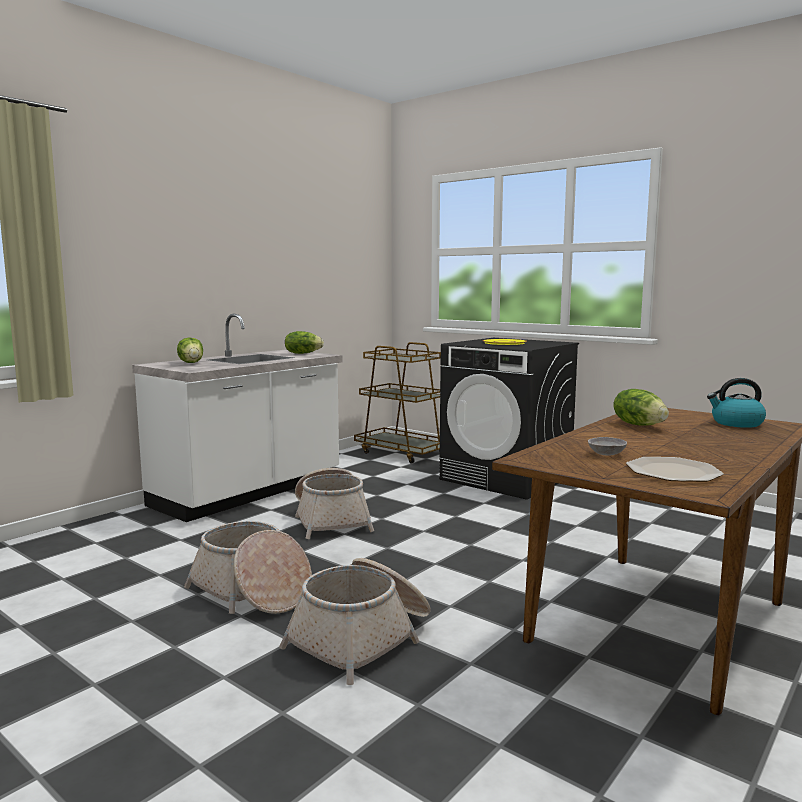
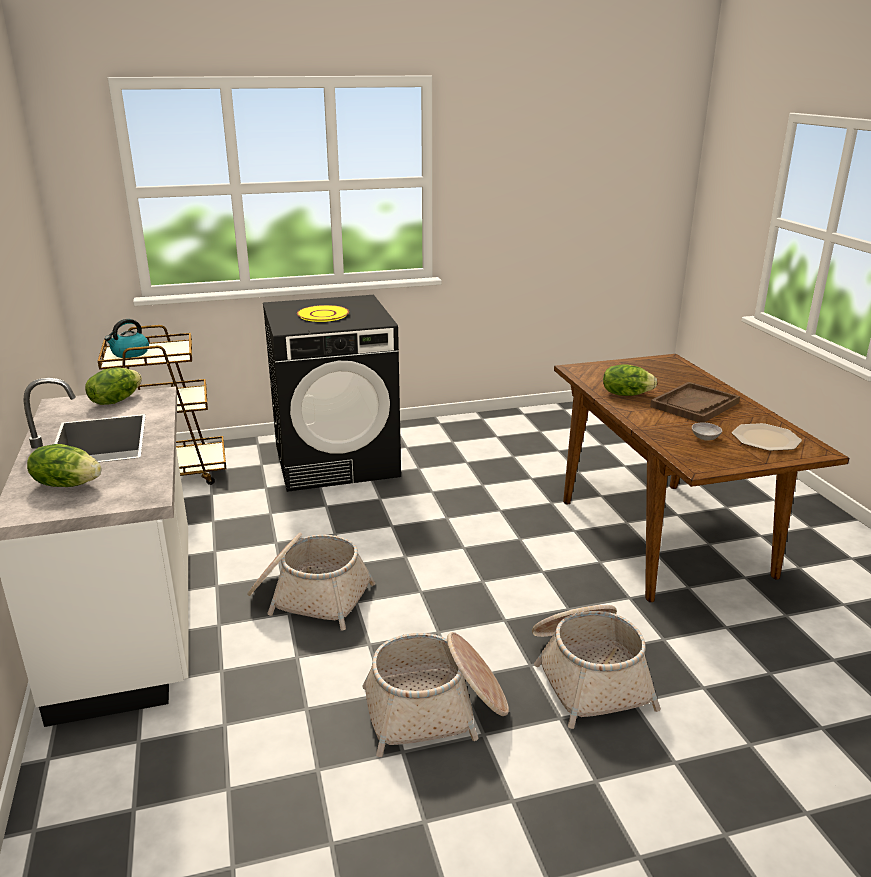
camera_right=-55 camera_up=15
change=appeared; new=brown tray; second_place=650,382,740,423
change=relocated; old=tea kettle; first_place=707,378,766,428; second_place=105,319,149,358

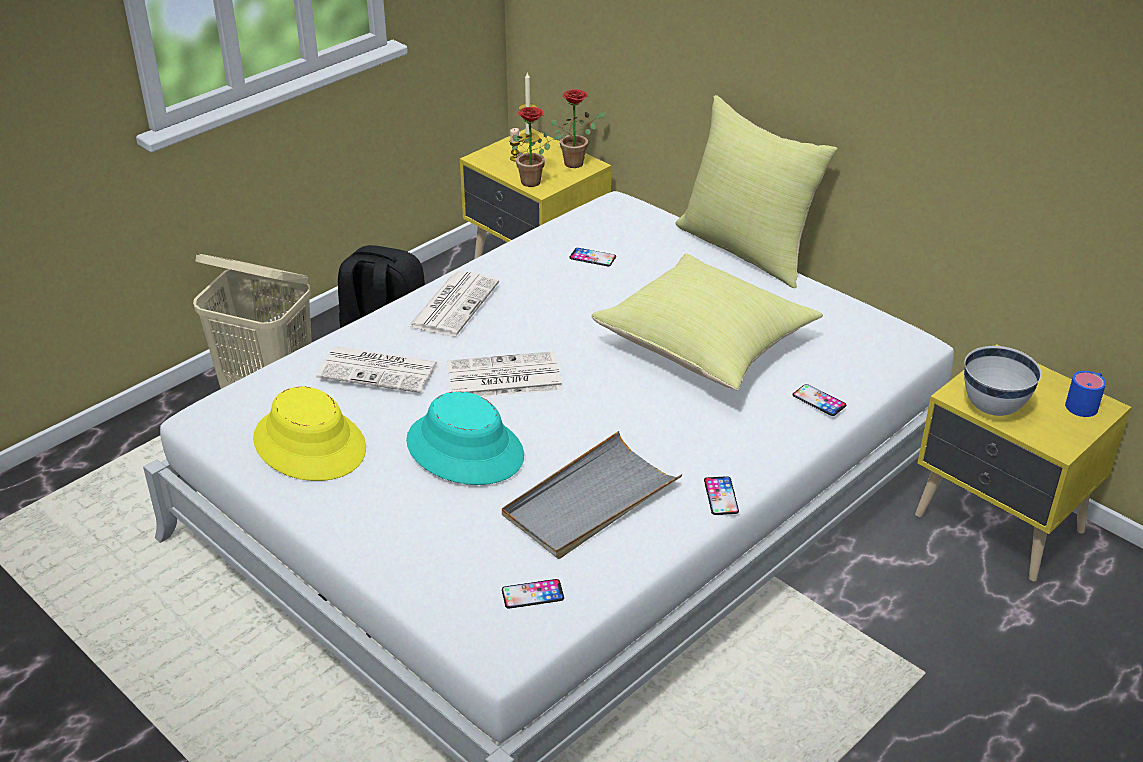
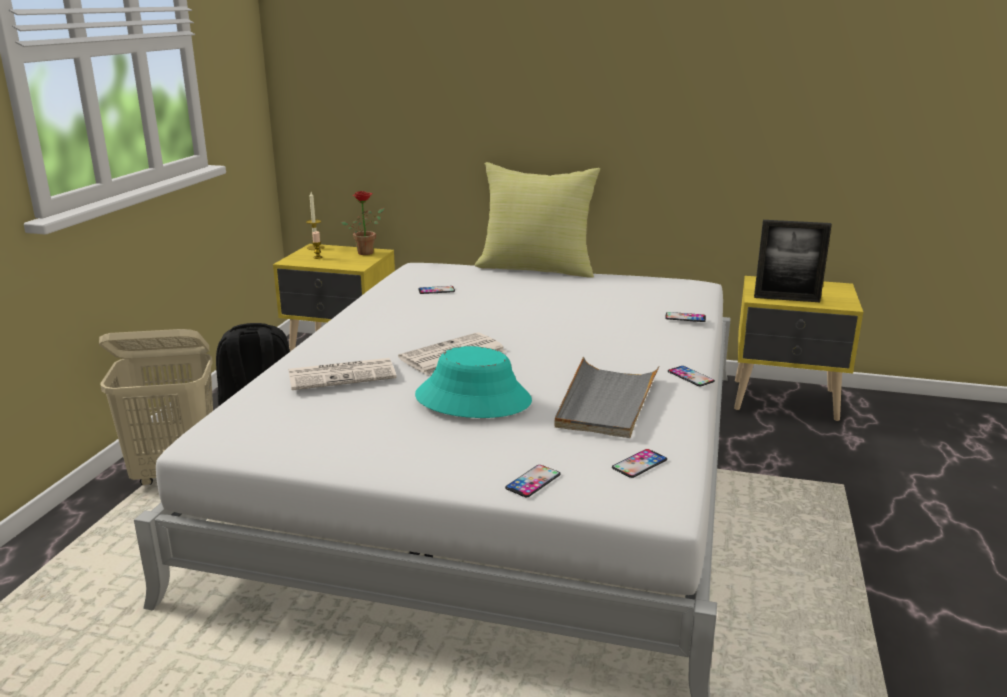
camera_right=-30 camera_up=-15
change=missing; old=yellow-coloured clothing hat; first_place=253,387,366,481
change=missing; old=printed paper; first_place=408,271,499,336
change=missing; old=houseplant; first_place=512,107,564,187
change=missing; old=yellow-coloured throw pillow; first_place=591,253,823,390
change=missing; old=blue-coloured mug; first_place=1065,371,1106,417
change=appeared; new=telephone; second_place=505,465,561,497
change=exchanged; old=white serving bowl; new=picture frame; first_place=964,346,1041,416; second_place=754,220,832,302

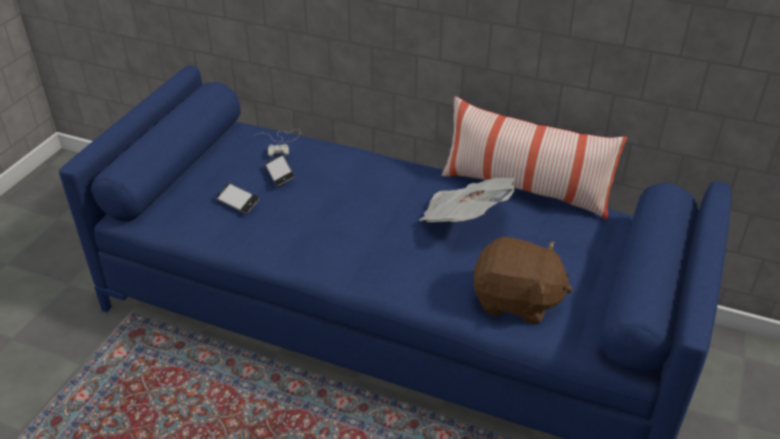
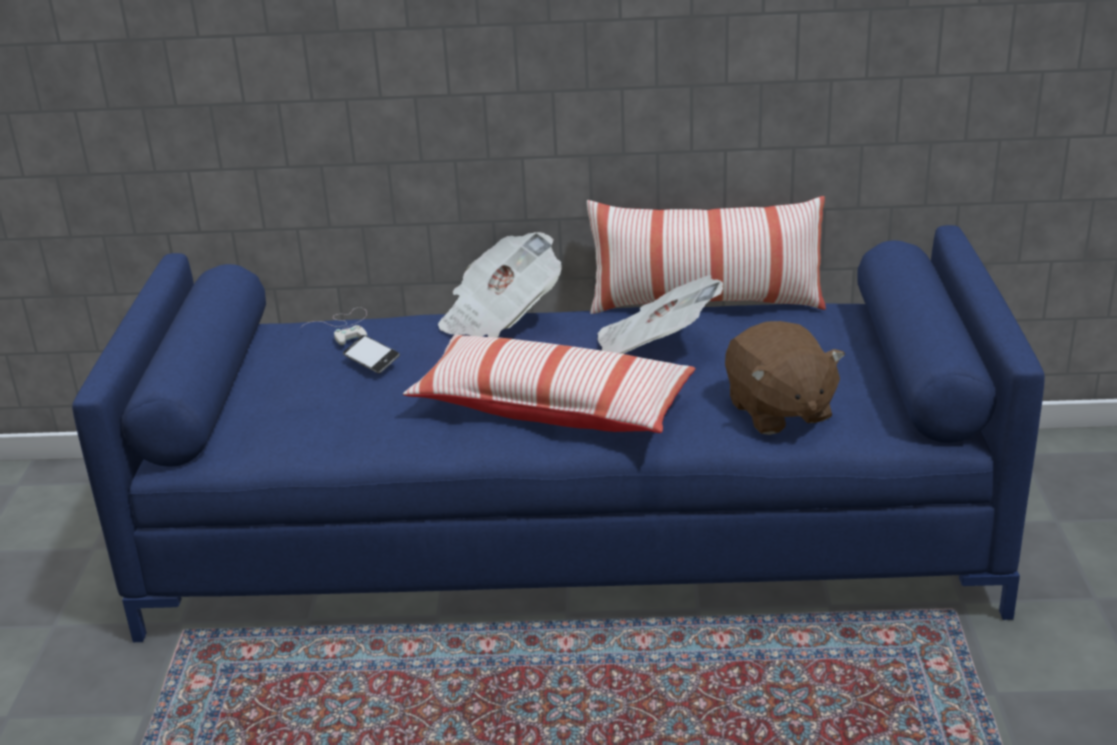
camera_right=-20 camera_up=-10
change=missing; old=telephone; first_place=216,183,260,214
change=appeared; new=throw pillow; second_place=403,334,695,433
change=appeared; new=printed paper; second_place=438,232,562,337
change=spun; old=brown soft toy; first_place=473,237,573,324; second_place=725,321,845,435; degrees=75

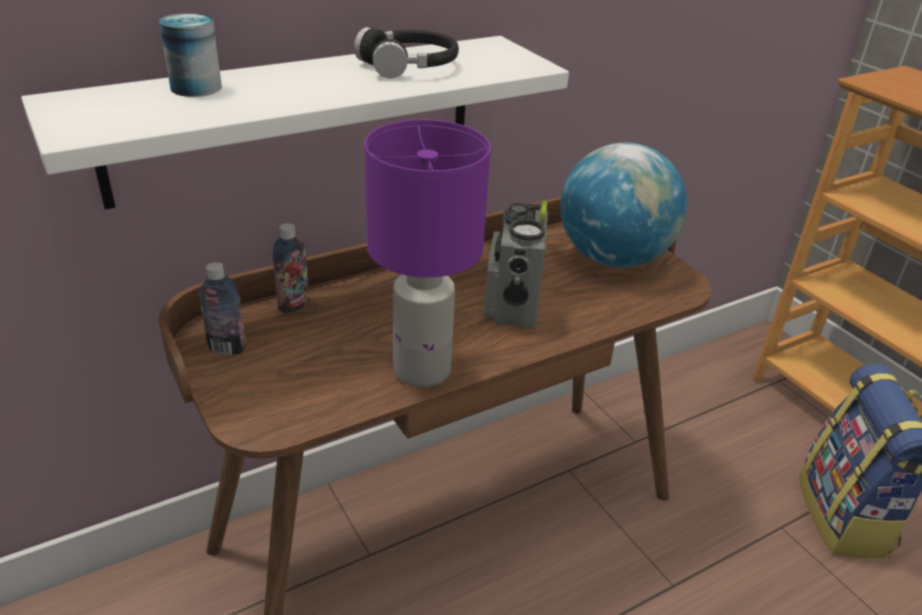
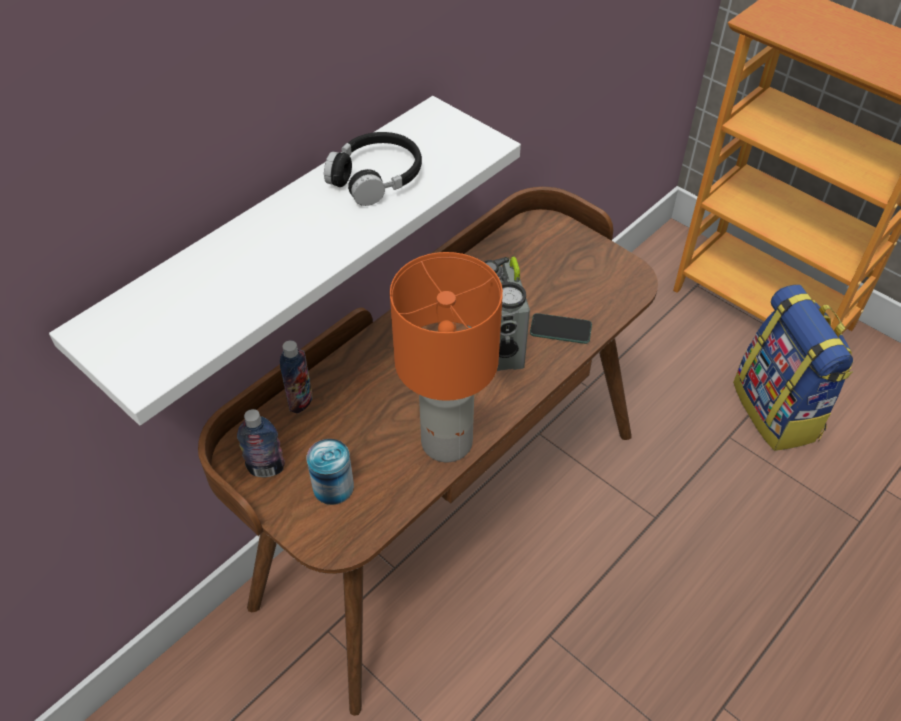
camera_right=-15 camera_up=15
change=missing; old=desk globe; first_place=560,143,687,268
change=appeared; new=telephone; second_place=530,313,592,344
change=relocated; old=can; first_place=159,13,222,97; second_place=307,439,354,505
change=colour; old=purplish lamp for a table; new=orange-coloured lamp for a table; first_place=364,120,491,387; second_place=390,252,503,462

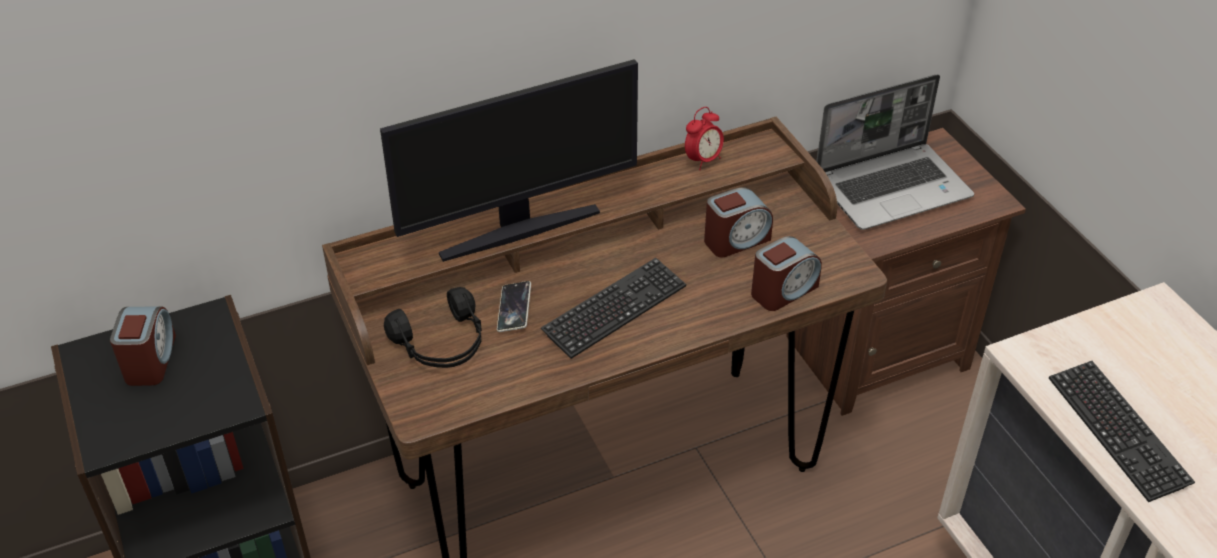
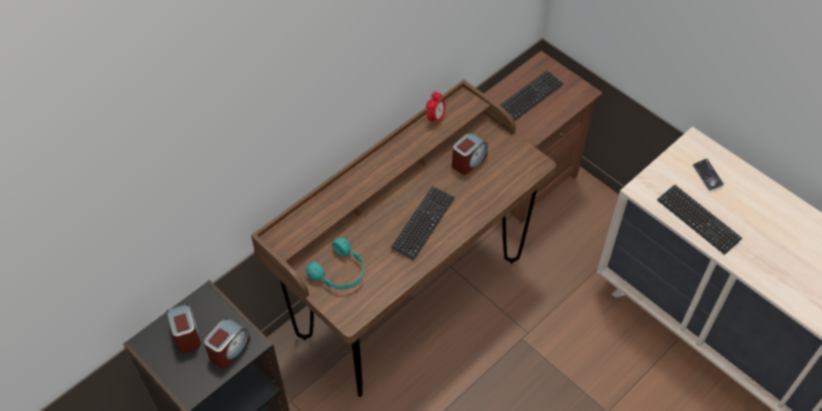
camera_right=-20 camera_up=10
change=missing; old=monitor; first_place=380,59,638,262
change=relocated; old=telephone; first_place=497,281,531,332; second_place=692,158,724,191
change=relocated; old=alarm clock; first_place=751,236,822,311; second_place=204,318,250,368
change=exchanged; old=portable computer; new=PC keyboard; first_place=816,74,974,230; second_place=500,70,563,121
change=colour; old=black pair of headphones; new=turquoise pair of headphones; first_place=384,287,482,368; second_place=306,237,364,289

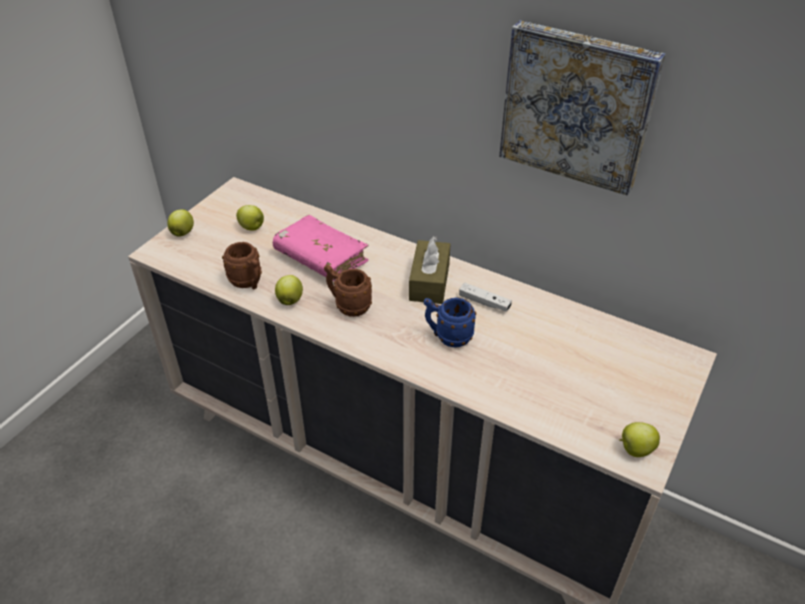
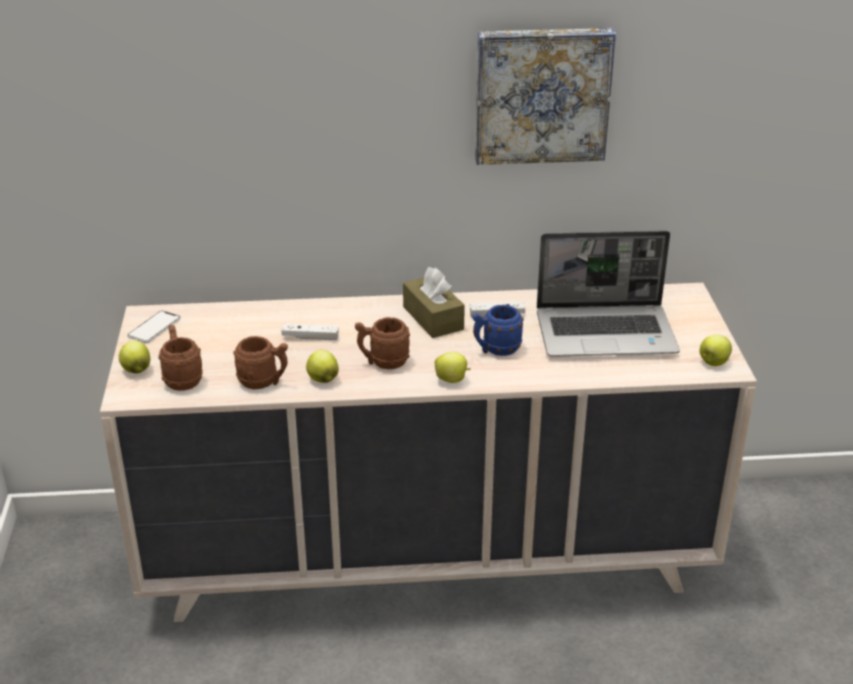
camera_right=-35 camera_up=-10
change=appeared; new=telephone; second_place=127,311,181,343
change=appeared; new=brown mug; second_place=158,325,202,391
change=appeared; new=portable computer; second_place=537,231,680,357
change=relocated; old=apple; first_place=236,205,264,231; second_place=435,352,471,383
change=exchanged; old=pinkish volume; new=white joypad; first_place=273,215,369,281; second_place=281,323,339,340

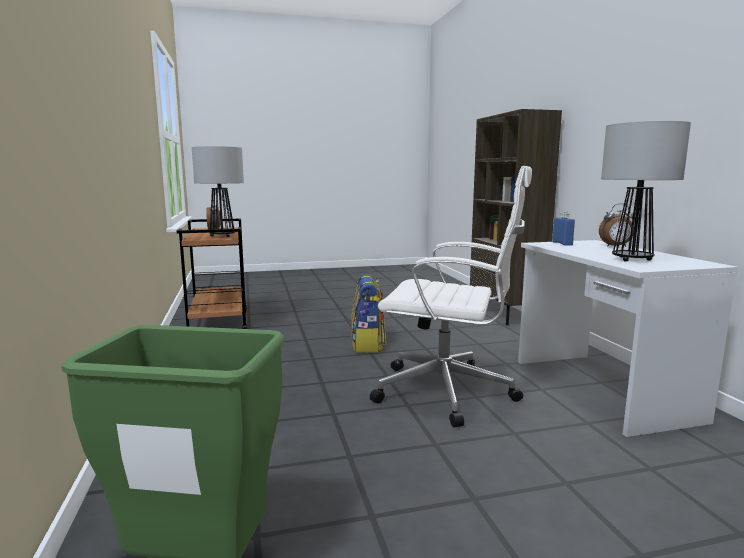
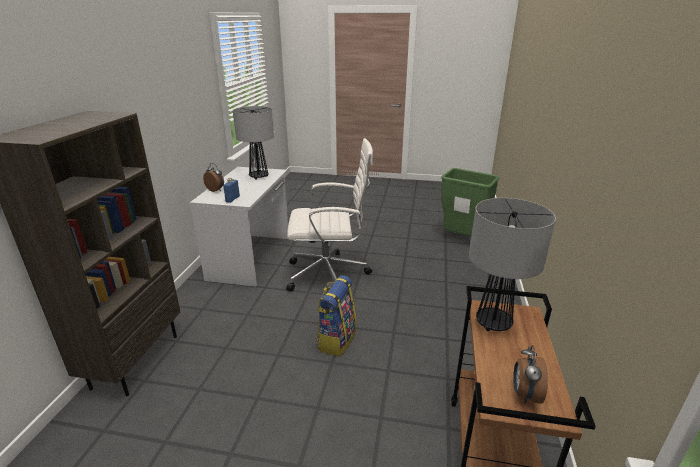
camera_right=-155 camera_up=15
change=spun; old=white office chair; first_place=370,166,532,428; second_place=286,138,373,292; degrees=135

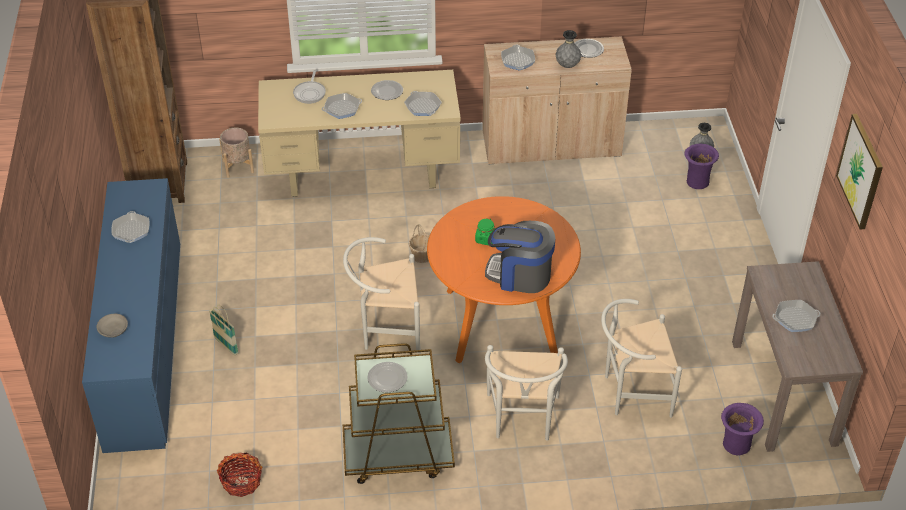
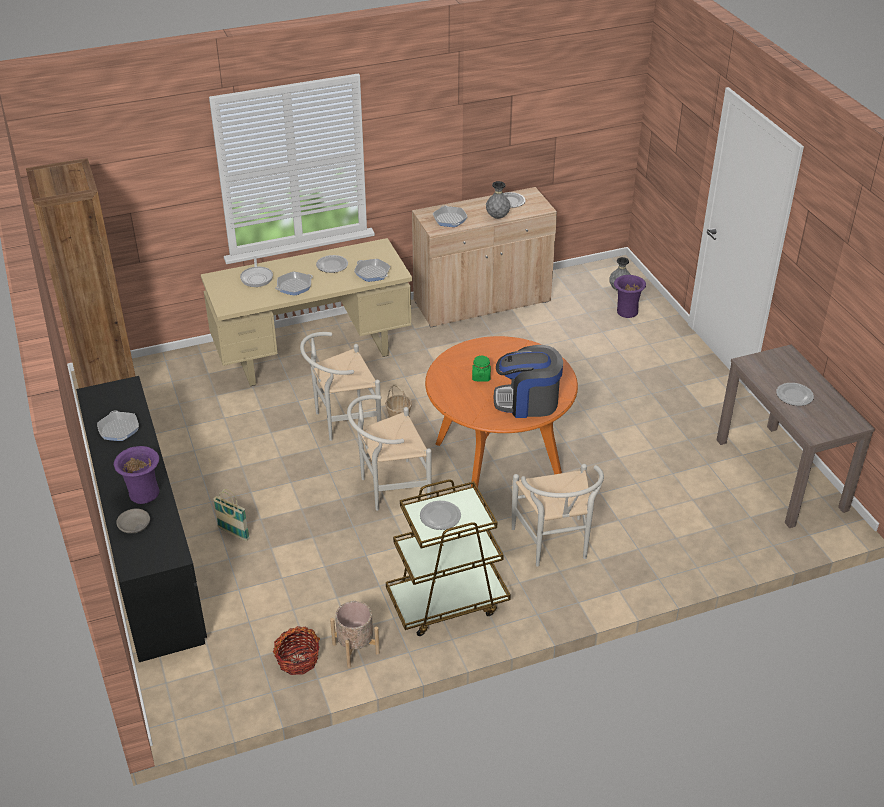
camera_right=-15 camera_up=-5
change=missing; old=picture; first_place=836,114,883,229
change=relocated; old=sand-coloured plant pot; first_place=219,128,254,178; second_place=330,601,380,668
change=relocated; old=white chair; first_place=601,299,682,418; second_place=300,332,381,441
change=relocated; old=purplish decorative vase; first_place=721,403,764,455; second_place=114,446,159,504
change=exchanged; old=pan; new=dinner plate; first_place=772,300,821,332; second_place=776,383,814,406
change=colour; old=blue-coloured chest of drawers; new=black chest of drawers; first_place=82,178,180,453; second_place=76,376,207,662

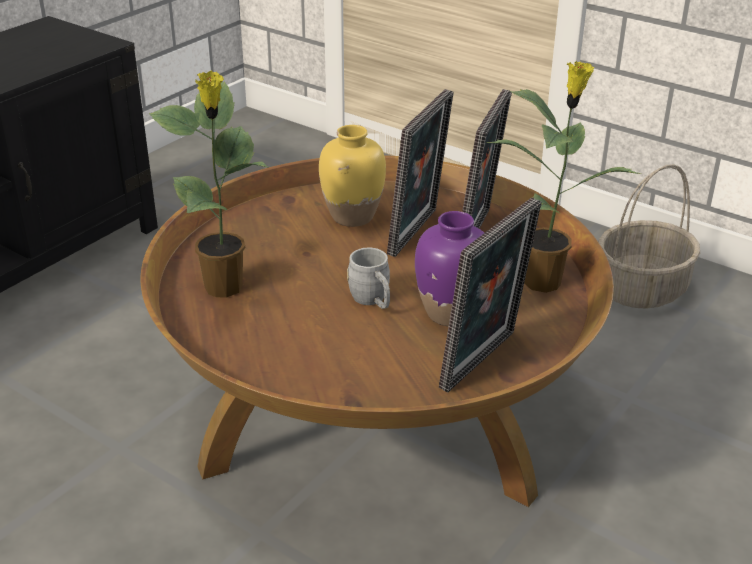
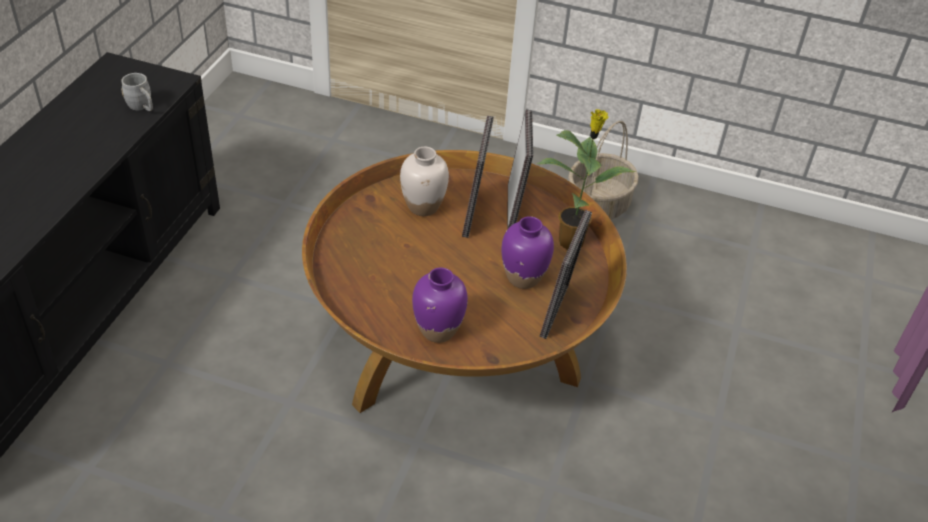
camera_right=-20 camera_up=10
change=missing; old=houseplant; first_place=149,71,268,298
change=appeared; new=purplish decorative vase; second_place=412,268,468,343
change=relocated; old=gray mug; first_place=347,248,390,309; second_place=121,73,153,111
change=colour; old=yellow-coloured decorative vase; new=white decorative vase; first_place=319,125,386,227; second_place=400,147,449,216

